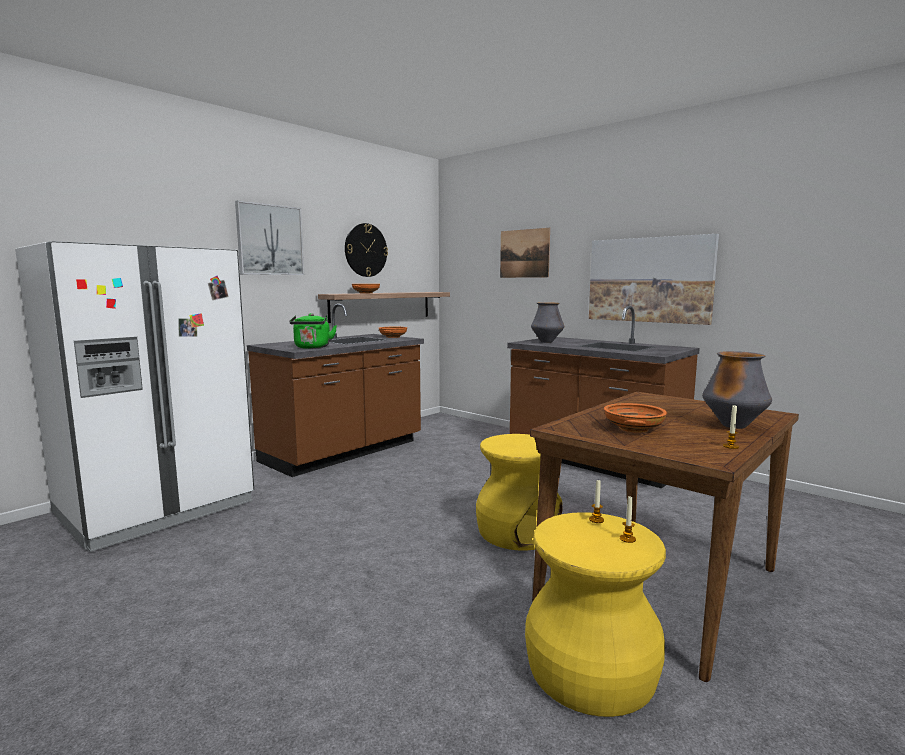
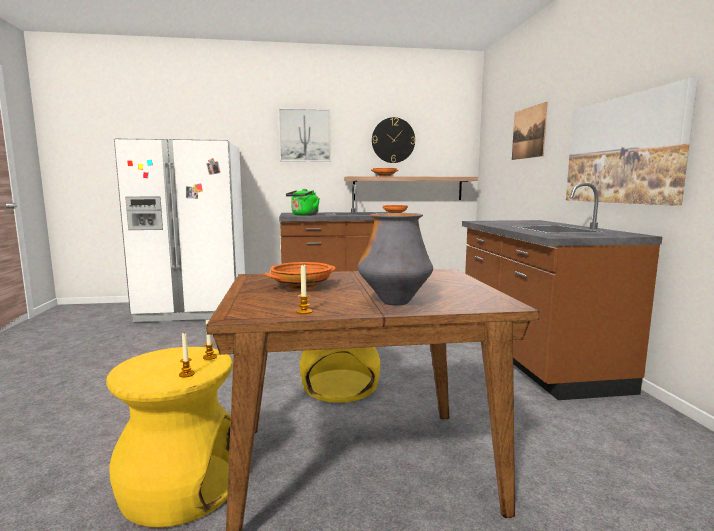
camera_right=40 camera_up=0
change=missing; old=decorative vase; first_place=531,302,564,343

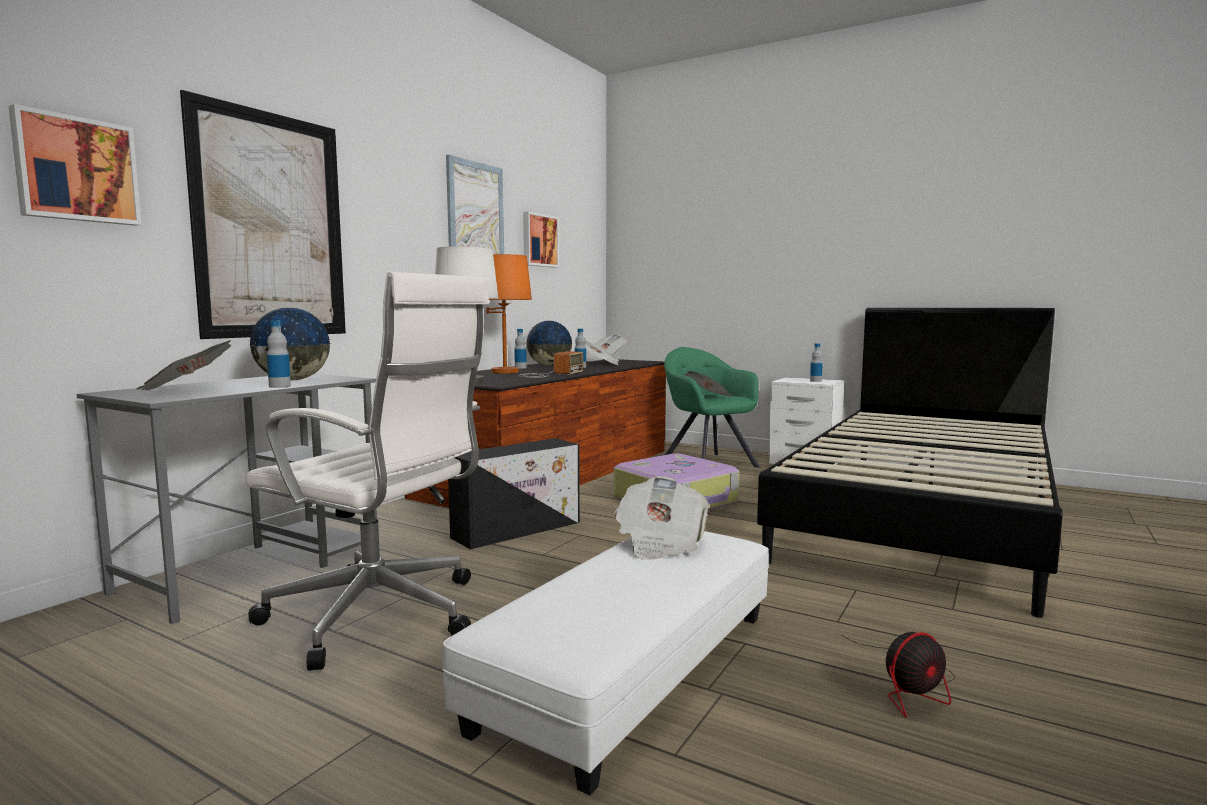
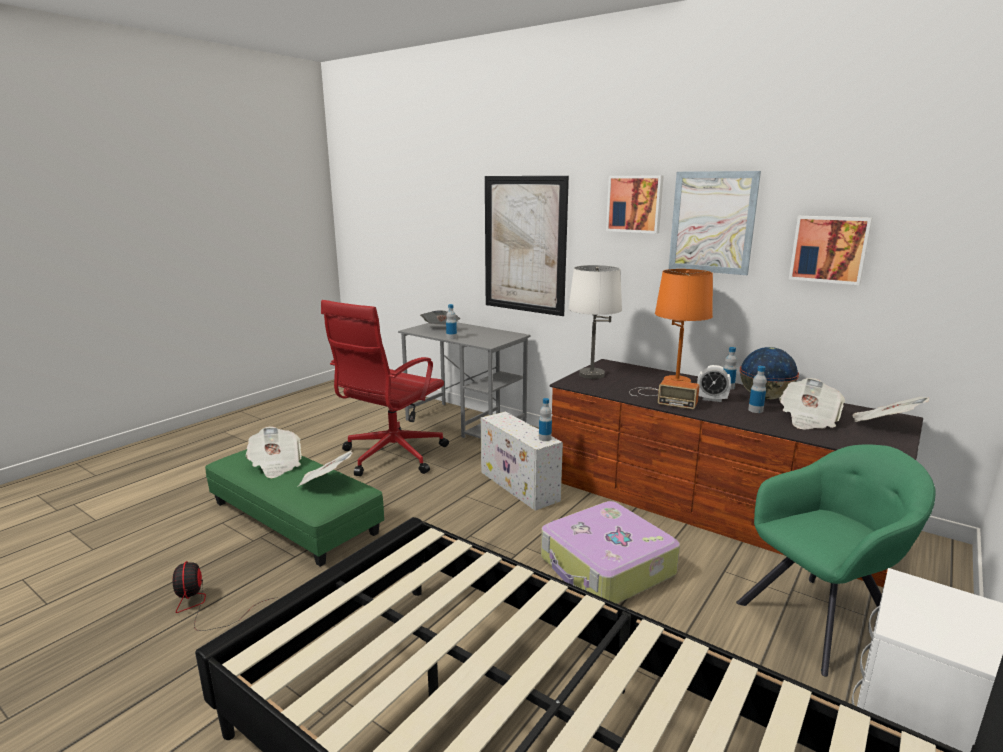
camera_right=95 camera_up=10
change=missing; old=desk globe; first_place=249,307,331,380
change=appeared; new=alarm clock; second_place=697,365,731,402
change=relocated; old=picture; first_place=9,104,142,226; second_place=606,176,664,234
change=relocated; old=printed paper; first_place=684,371,733,396; second_place=246,426,301,478
change=relocated; old=drink bottle; first_place=810,343,823,382; second_place=539,398,552,441
change=colour; old=white office chair; new=red-coloured office chair; first_place=245,272,489,671; second_place=321,300,449,476
change=colour; old=white ottoman; new=green-coloured ottoman; first_place=442,531,769,795; second_place=205,449,384,567
change=colour; old=black storage container; new=white storage container; first_place=448,438,580,549; second_place=481,412,563,511

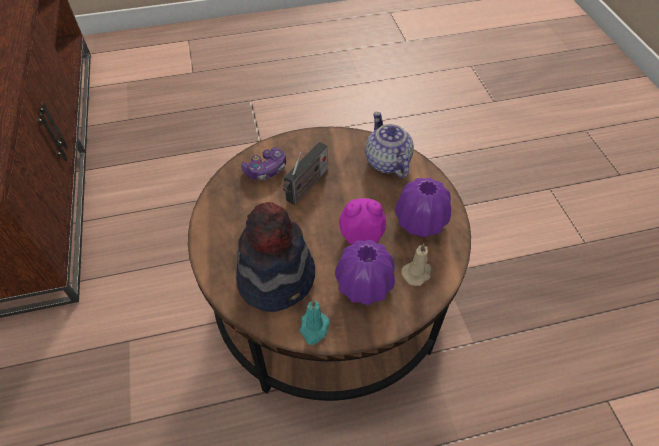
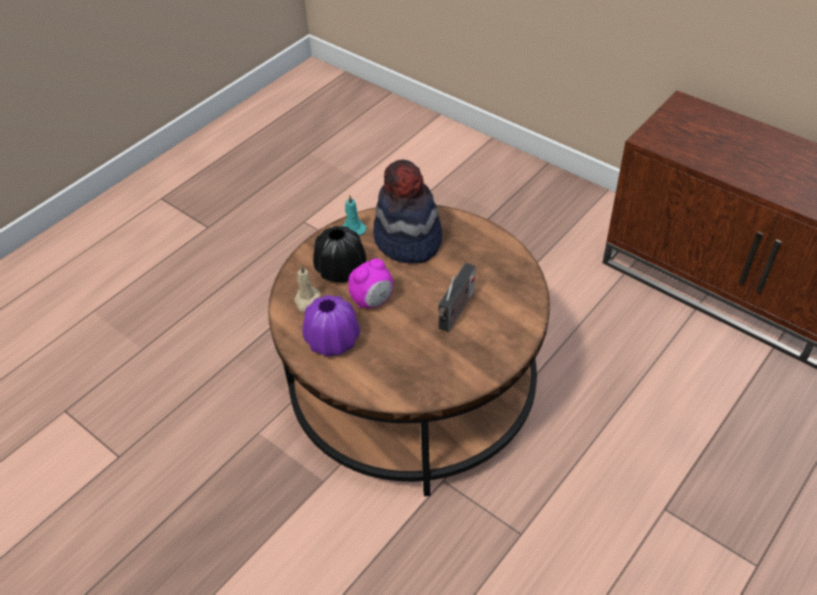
camera_right=145 camera_up=-5
change=missing; old=joypad; first_place=241,147,286,180
change=missing; old=tea pot; first_place=365,112,414,178
change=colour; old=purplish decorative vase; new=black decorative vase; first_place=335,240,395,305; second_place=313,226,366,283
change=spun; old=radio; first_place=283,142,328,205; second_place=438,263,475,332; degrees=-150

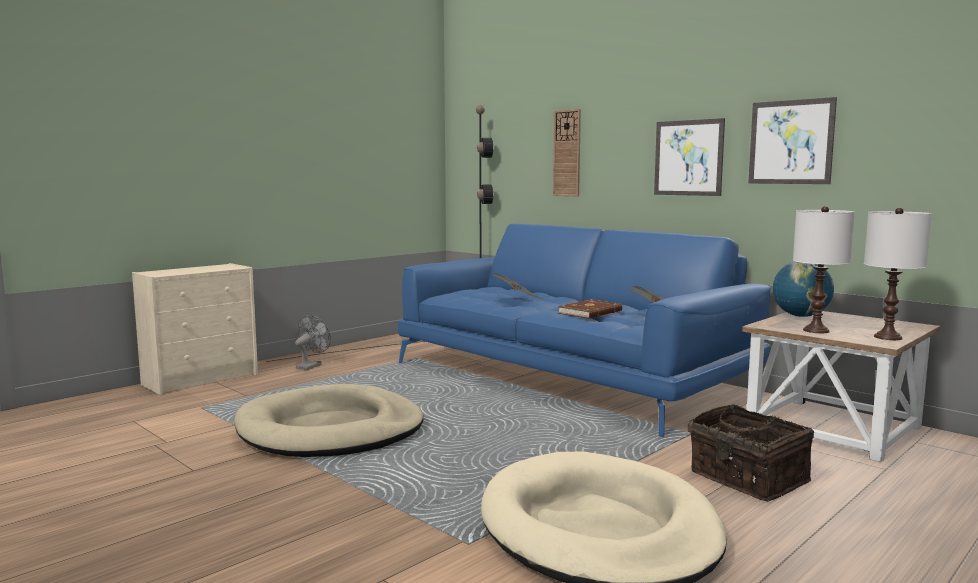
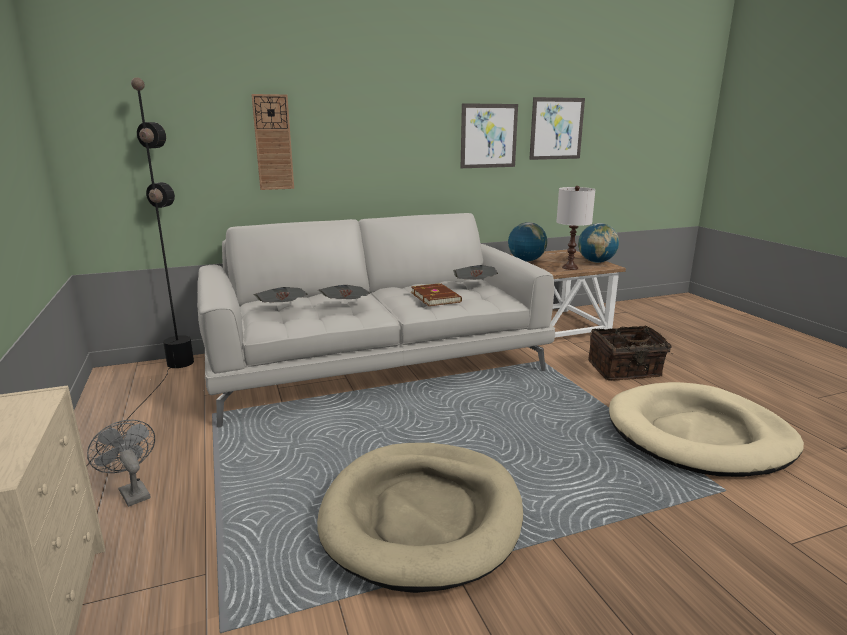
camera_right=-65 camera_up=10
change=appeared; new=printed paper; second_place=254,287,307,303
change=relocated; old=picture; first_place=654,118,725,196; second_place=529,97,585,160
change=exchanged; old=white lamp for a table; new=desk globe; first_place=864,208,932,340; second_place=578,223,619,263
change=colour; old=blue-coloured couch; new=white couch; first_place=398,224,771,437; second_place=197,213,555,427

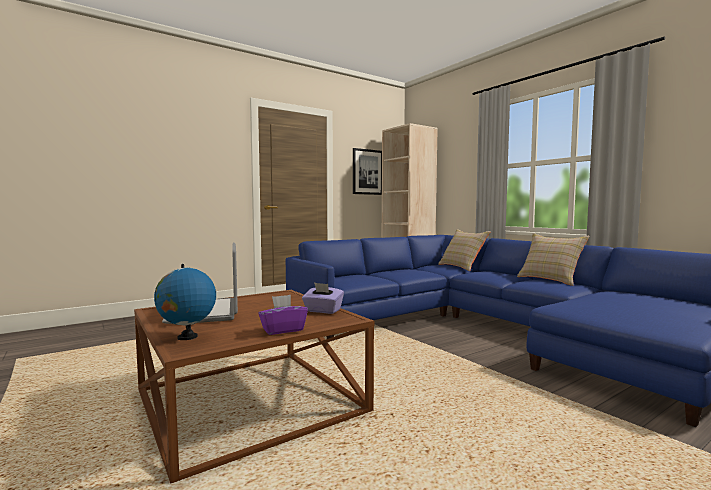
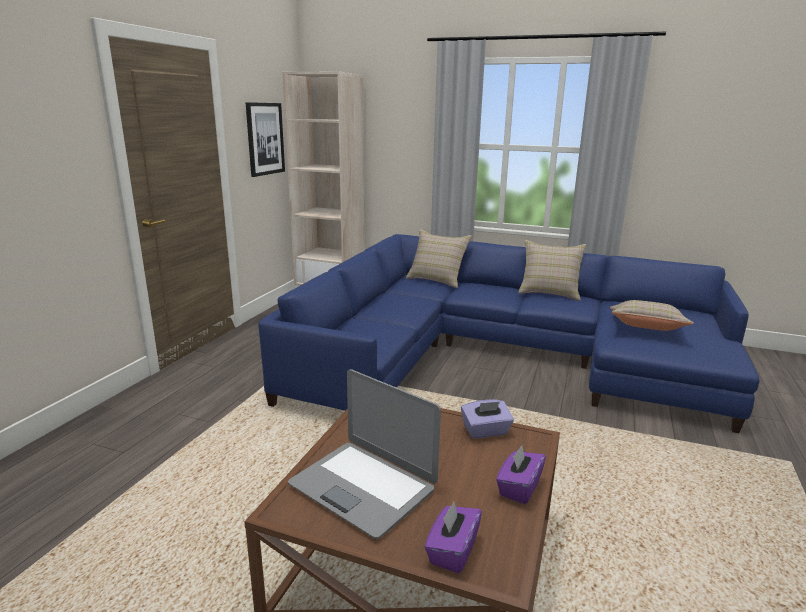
camera_right=-35 camera_up=15
change=appeared; new=sand-coloured throw pillow; second_place=610,300,694,331
change=exchanged; old=desk globe; new=purplish tissue box; first_place=154,264,216,340; second_place=425,502,482,573

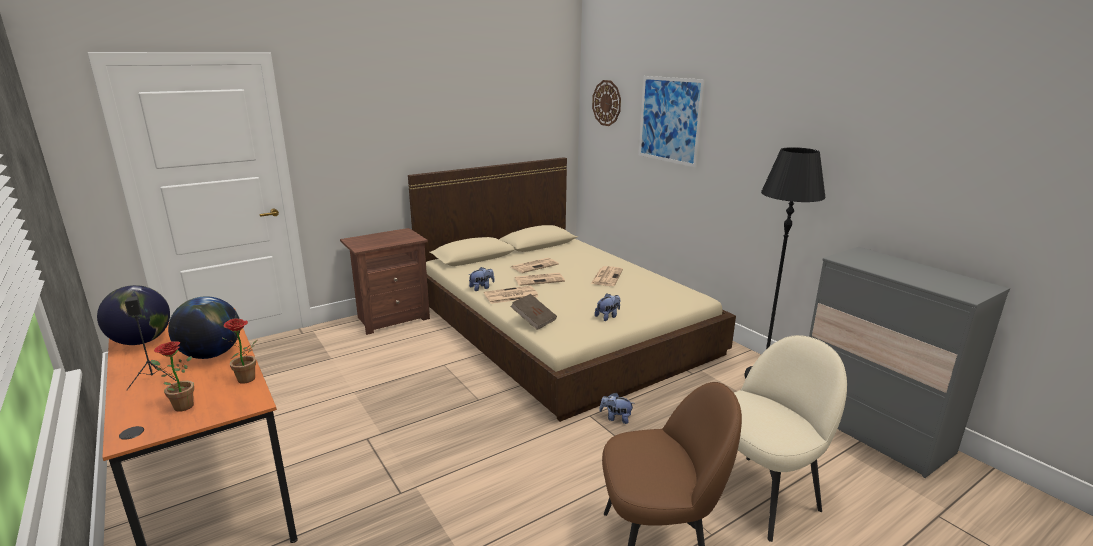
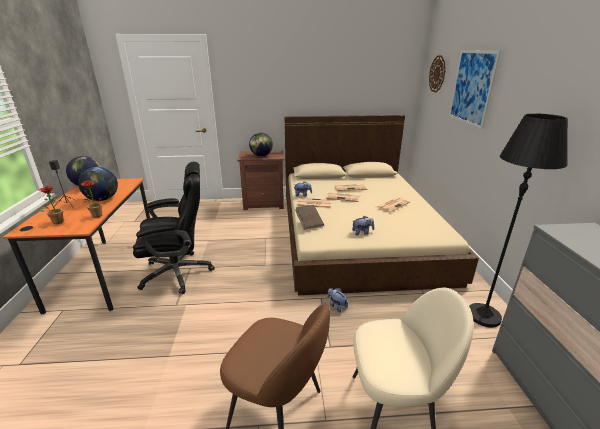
camera_right=30 camera_up=5
change=appeared; new=black office chair; second_place=133,162,215,294
change=appeared; new=desk globe; second_place=249,133,273,156

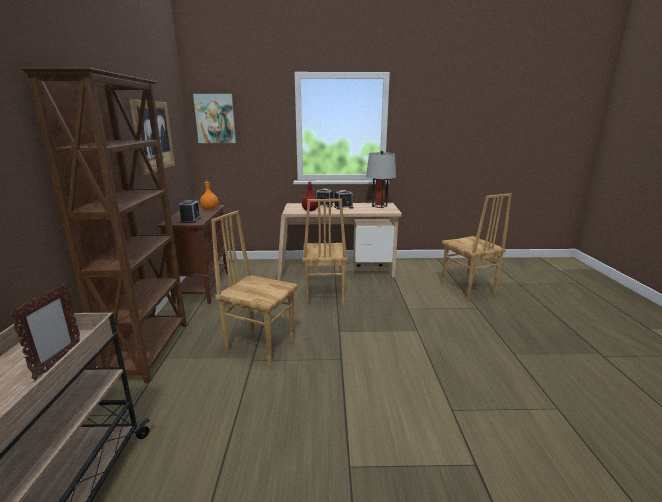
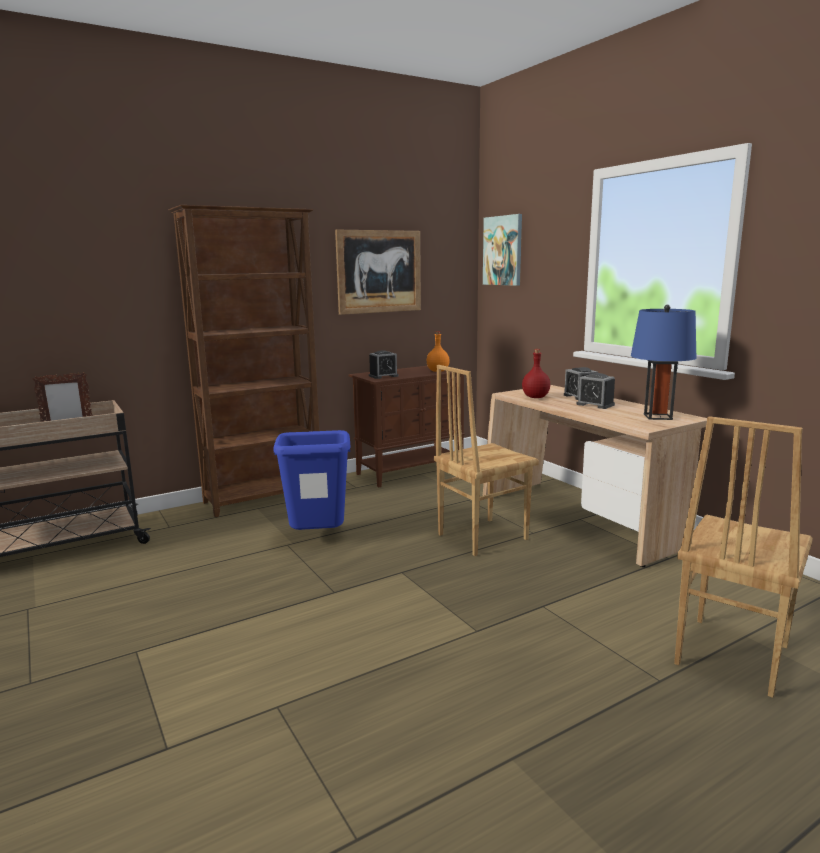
camera_right=60 camera_up=-5
change=exchanged; old=brown chair; new=blue-coloured waste bin; first_place=211,210,298,366; second_place=273,430,351,530
change=colour; old=gray lamp for a table; new=blue-coloured lamp for a table; first_place=366,151,396,208; second_place=631,305,696,420

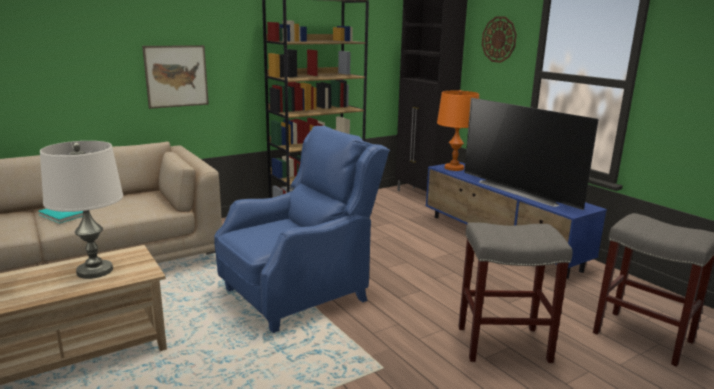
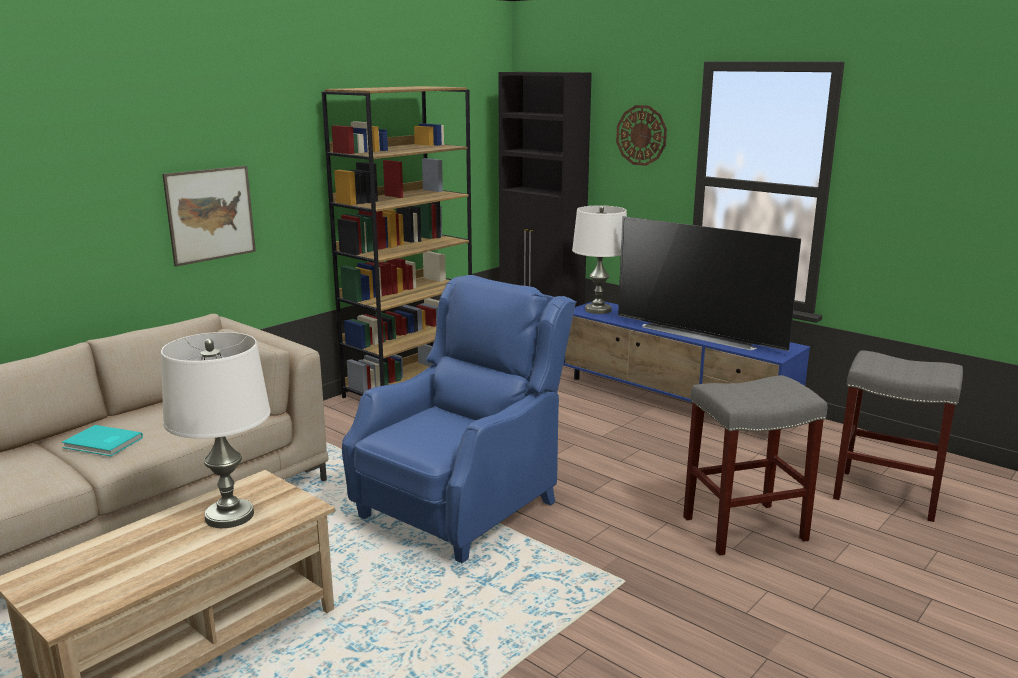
camera_right=-15 camera_up=0
change=colour; old=orange-coloured lamp for a table; new=white lamp for a table; first_place=437,90,479,171; second_place=572,206,627,314

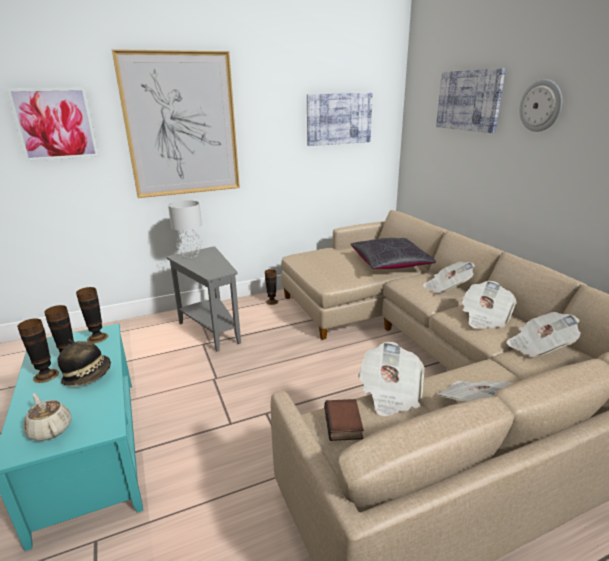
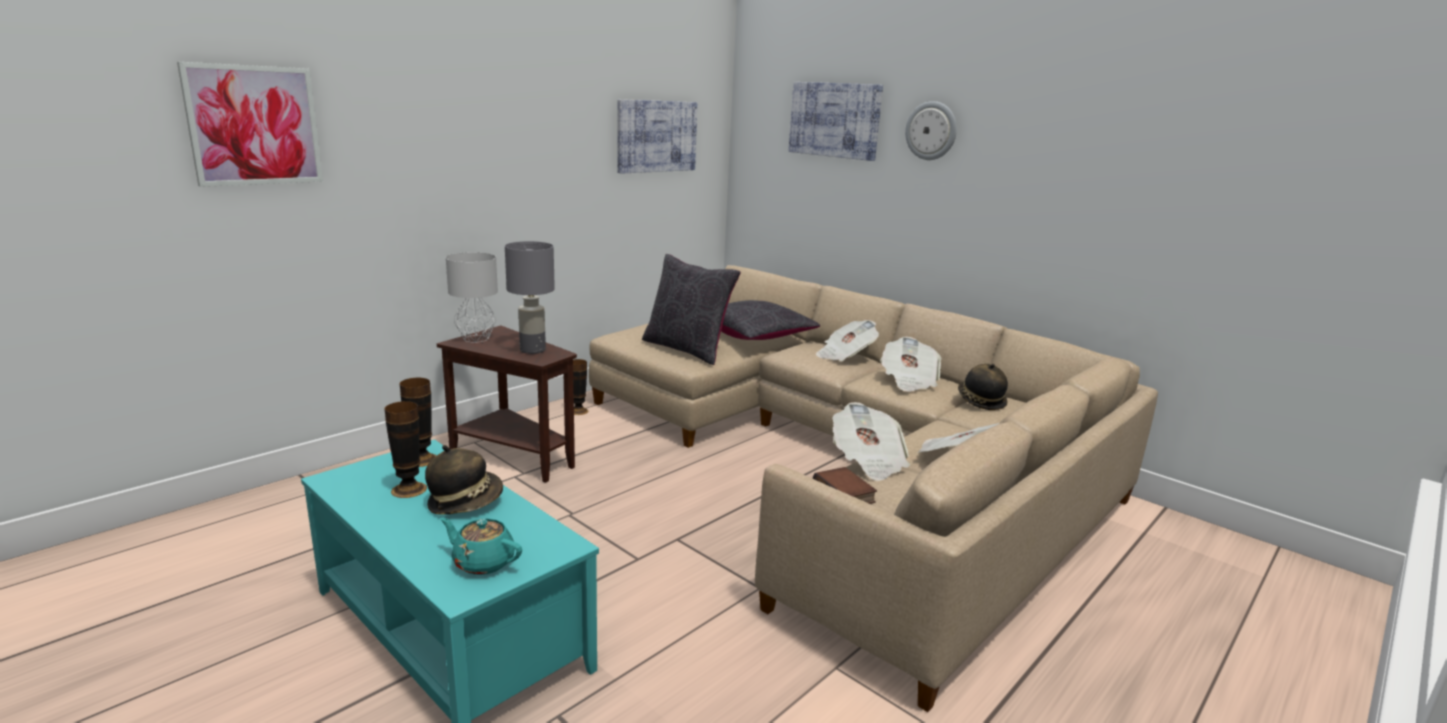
camera_right=-25 camera_up=-5
change=missing; old=decorative vase; first_place=17,318,59,383
change=missing; old=picture; first_place=112,49,240,198
change=appeared; new=gray lamp for a table; second_place=505,241,555,354
change=appeared; new=black throw pillow; second_place=642,254,741,365
change=exchanged; old=printed paper; new=clothing hat; first_place=507,312,581,358; second_place=958,364,1008,410
change=colour; old=sand-coloured tea pot; new=turquoise tea pot; first_place=24,393,72,441; second_place=440,517,522,575
change=colour; old=gray end table; new=brown end table; first_place=167,246,241,352; second_place=437,326,577,483

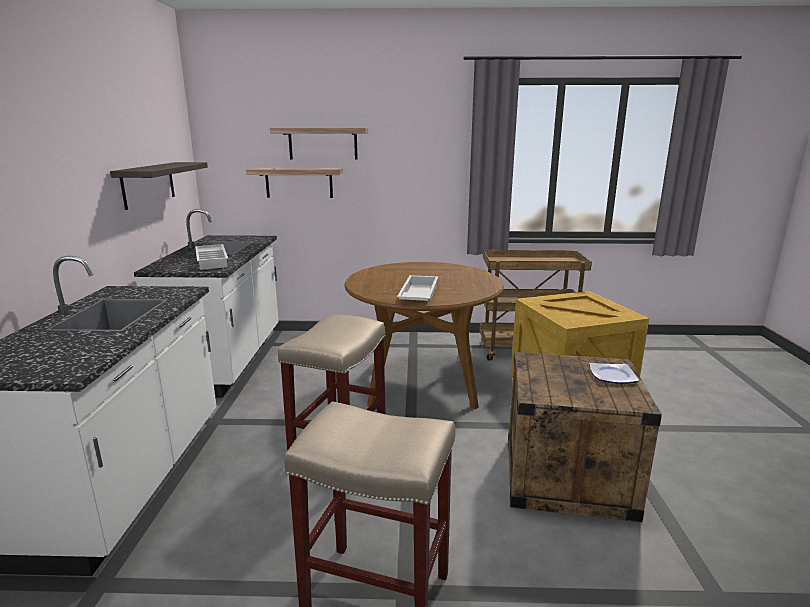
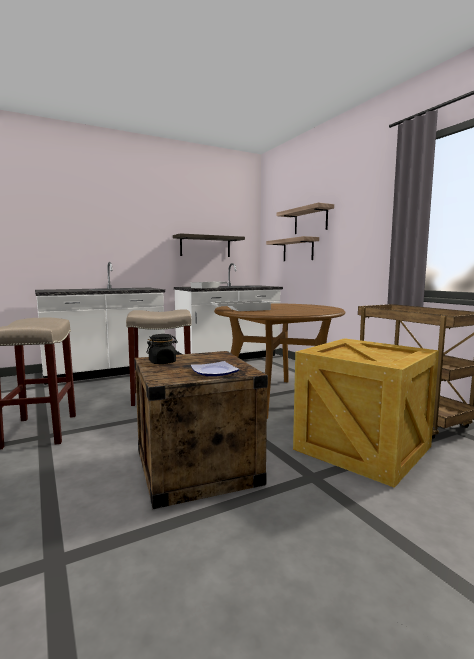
camera_right=60 camera_up=-10
change=appeared; new=black storage jar; second_place=146,334,178,364

